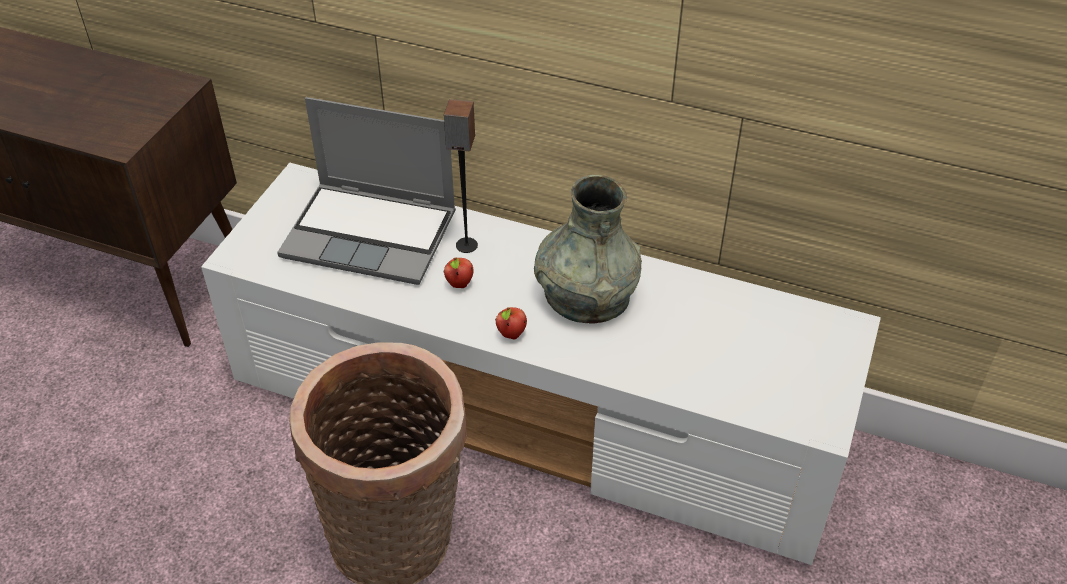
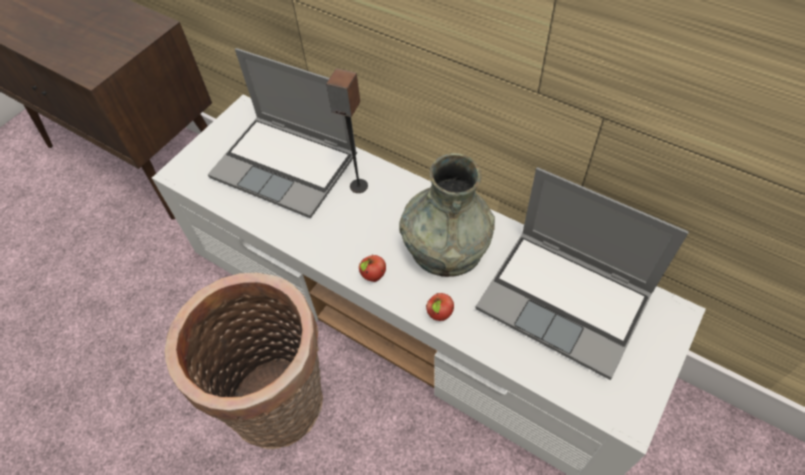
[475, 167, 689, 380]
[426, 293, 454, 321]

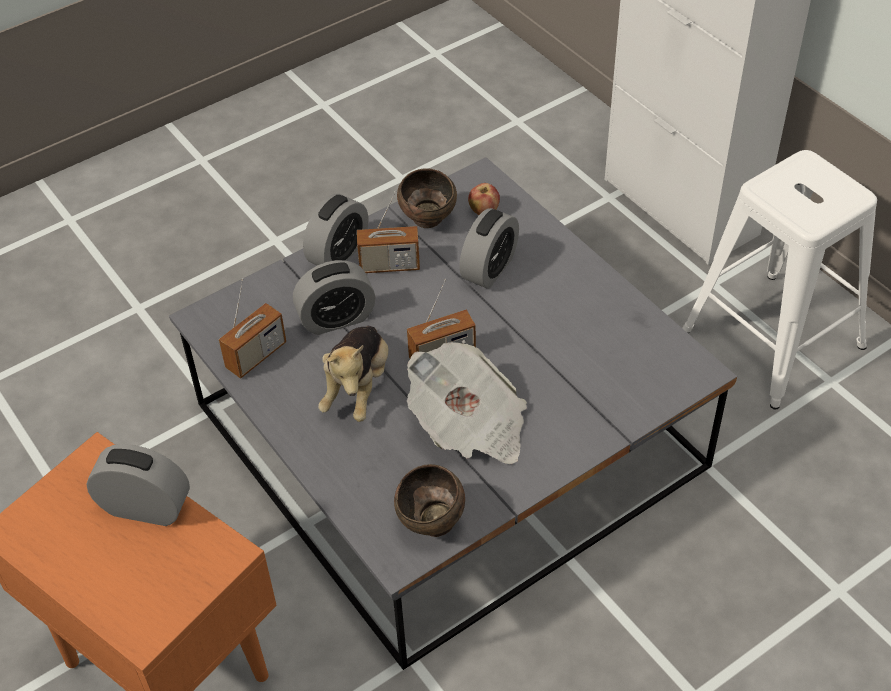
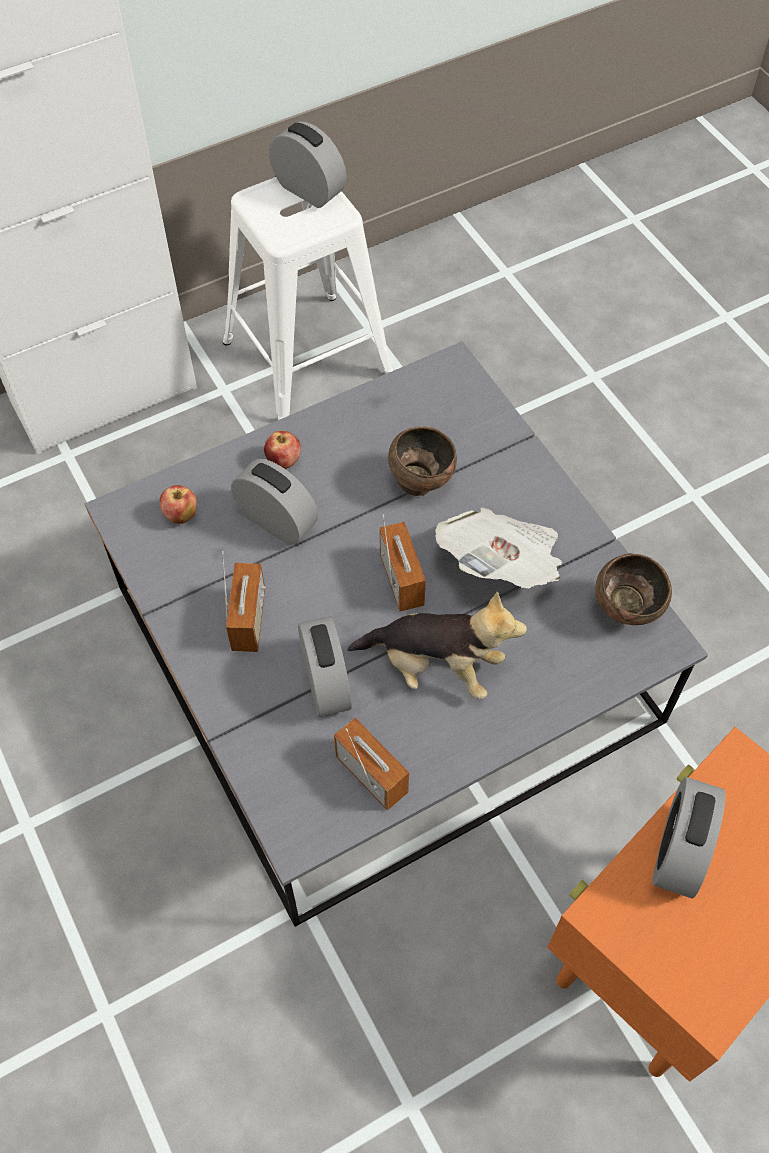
[264, 431, 301, 469]
[269, 121, 347, 208]
[388, 426, 457, 496]

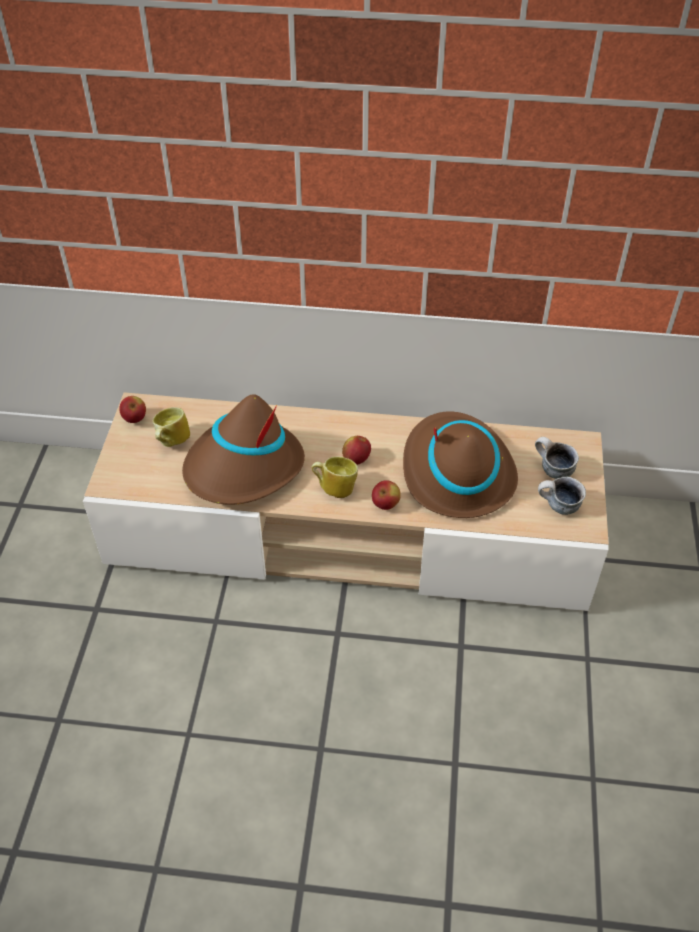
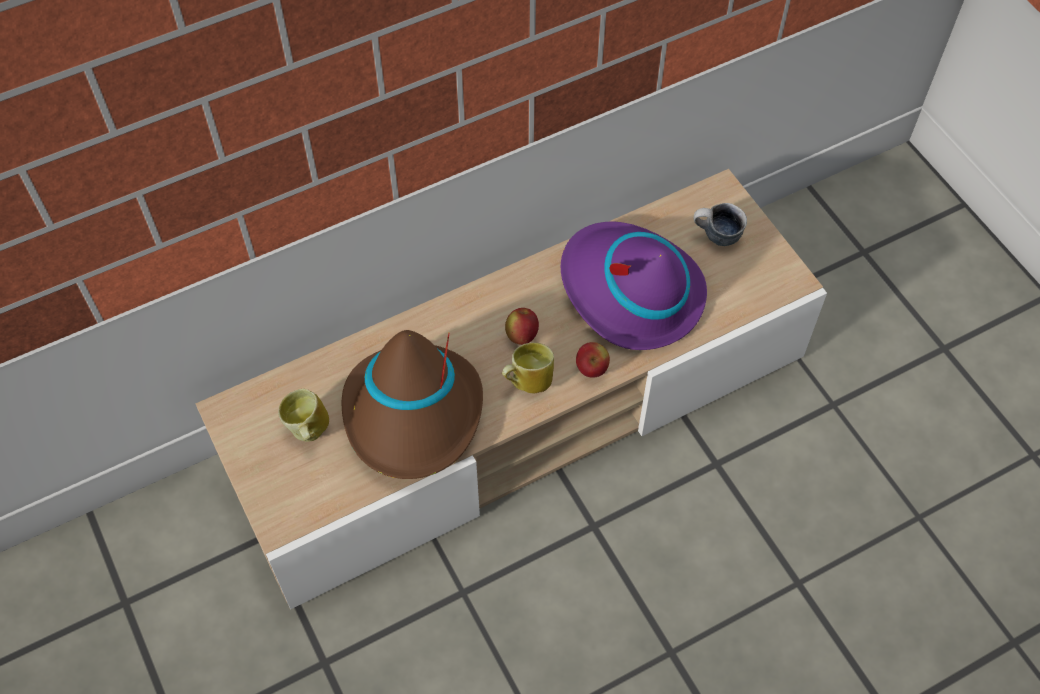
[119, 396, 146, 423] (first image)
[538, 477, 586, 515] (first image)
[561, 222, 707, 350]

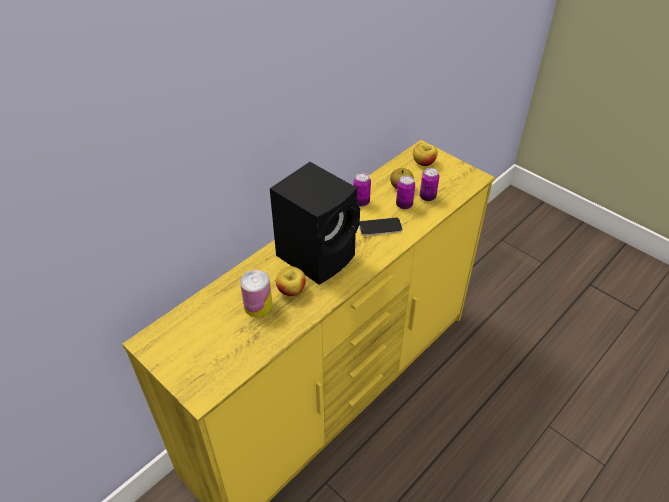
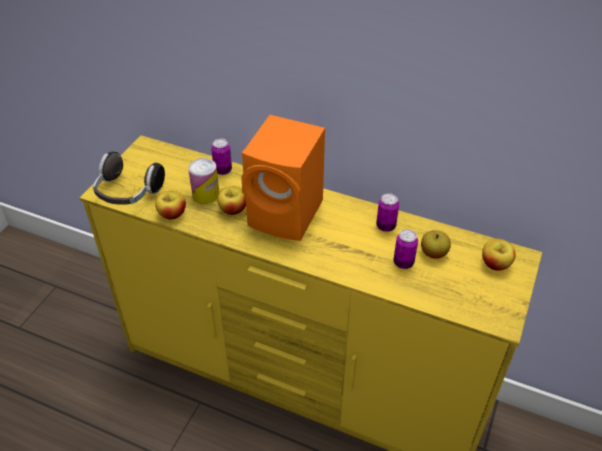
[359, 218, 403, 236] (first image)
[93, 152, 165, 205]
[155, 191, 186, 220]
[211, 138, 232, 175]
[241, 115, 325, 241]

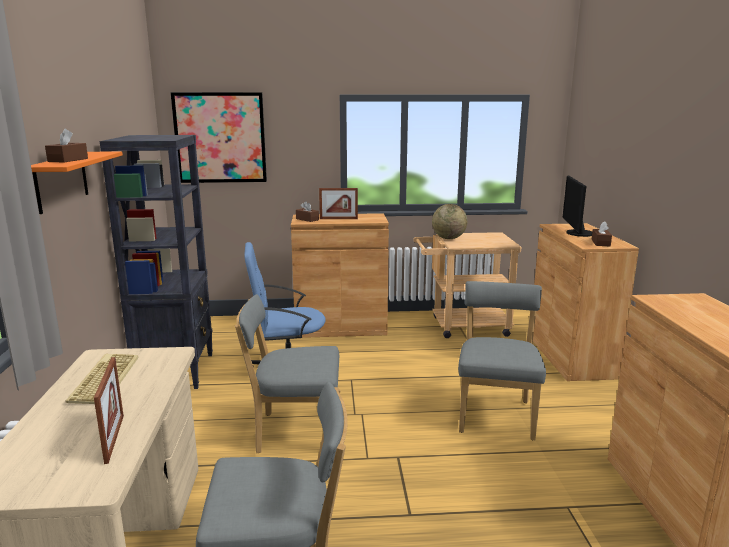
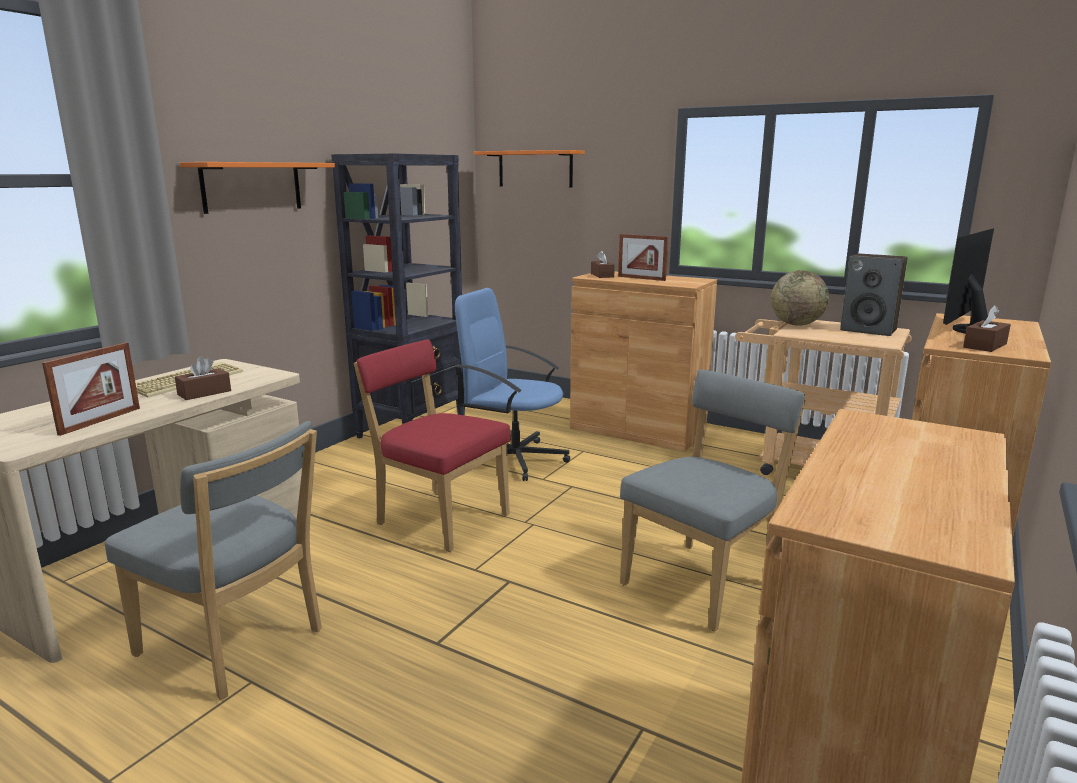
[840, 254, 908, 336]
[175, 356, 231, 400]
[473, 150, 585, 187]
[354, 340, 511, 552]

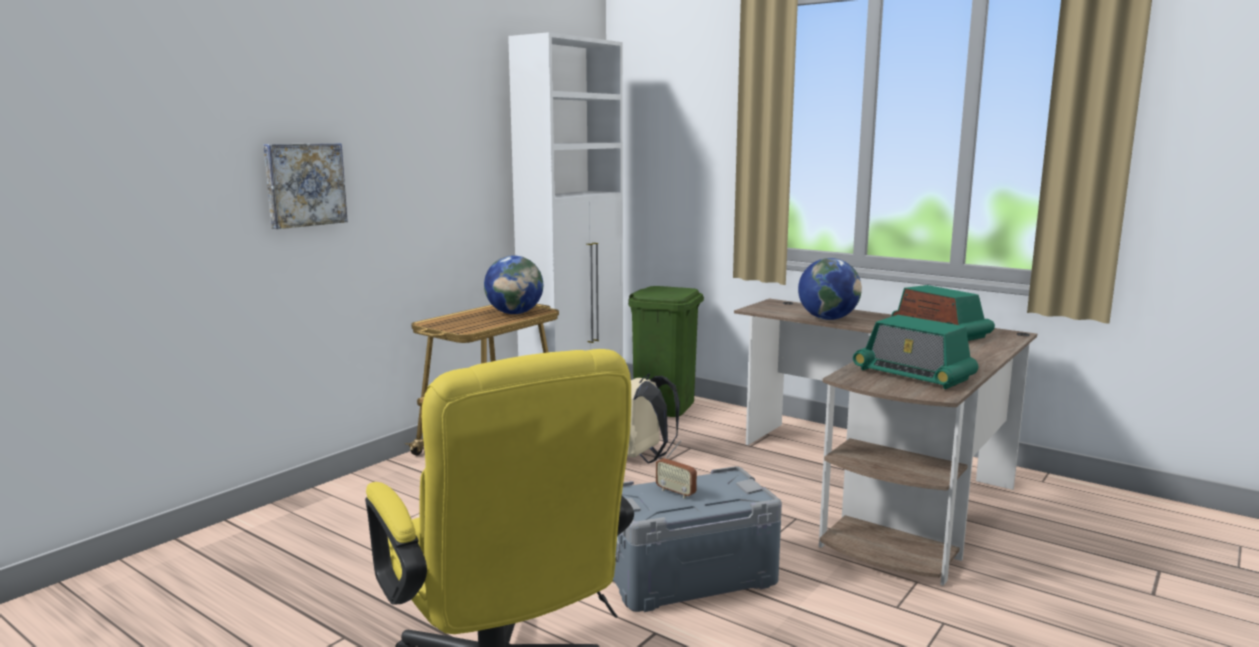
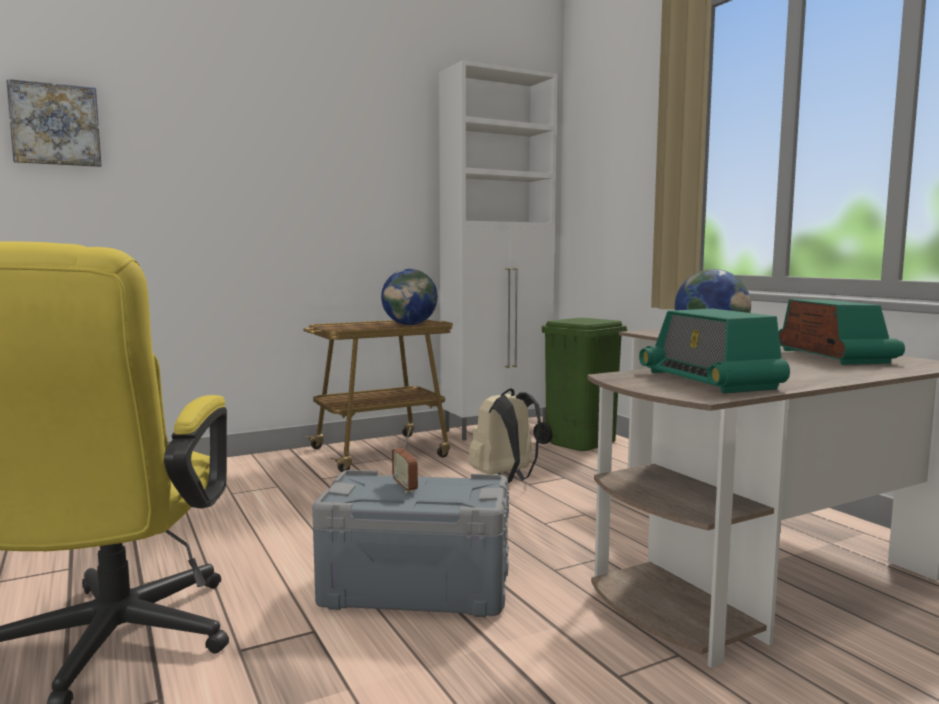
[6, 79, 102, 167]

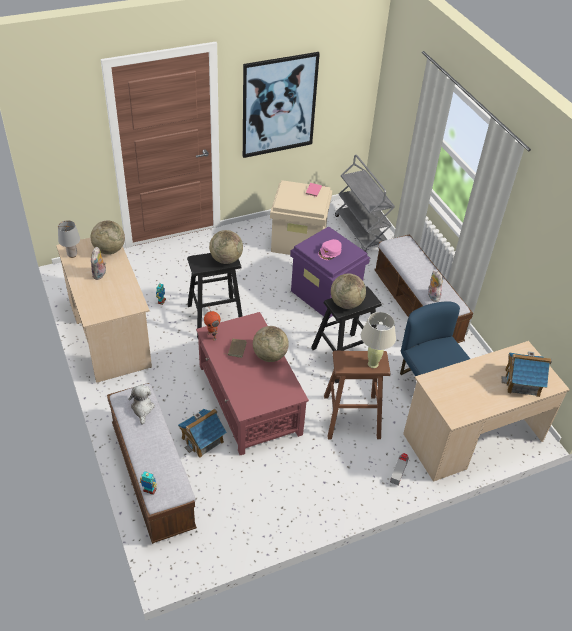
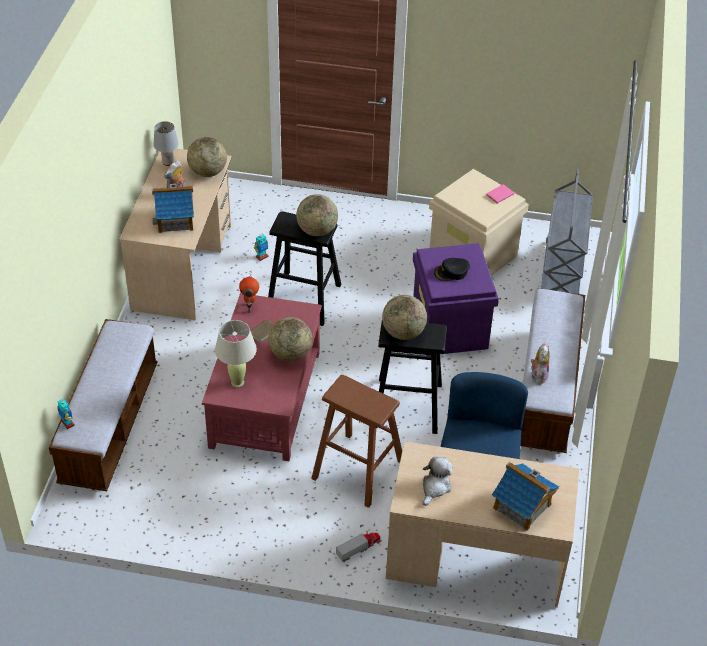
[243, 52, 320, 158] (first image)
[423, 456, 453, 506]
[152, 184, 194, 233]
[215, 320, 257, 387]
[434, 258, 470, 281]

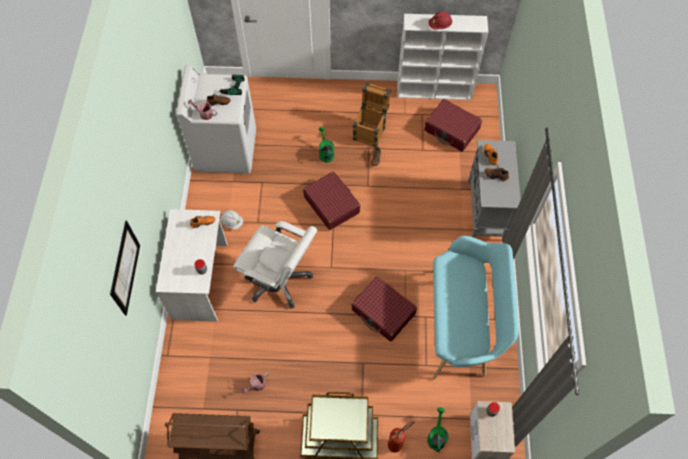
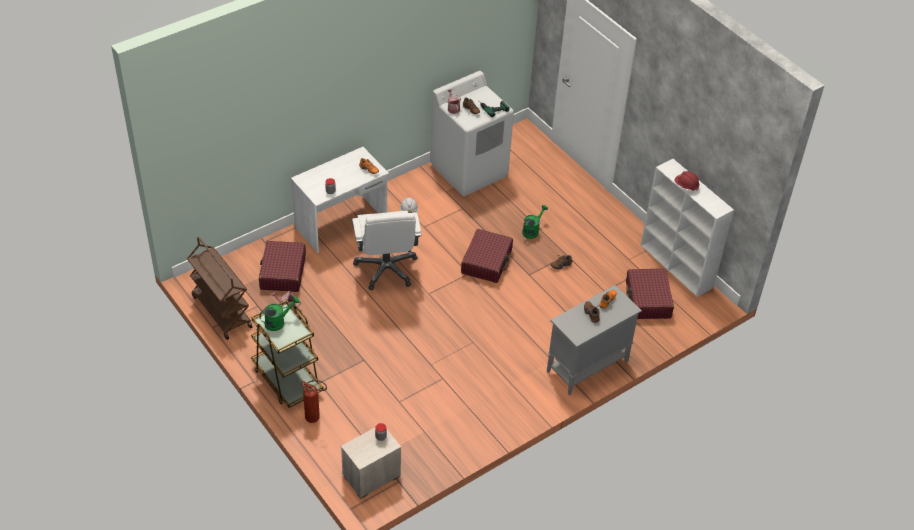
[110, 220, 140, 316] (first image)
[353, 82, 391, 147] (first image)
[431, 236, 519, 380] (first image)
[259, 241, 306, 292]
[259, 296, 300, 331]

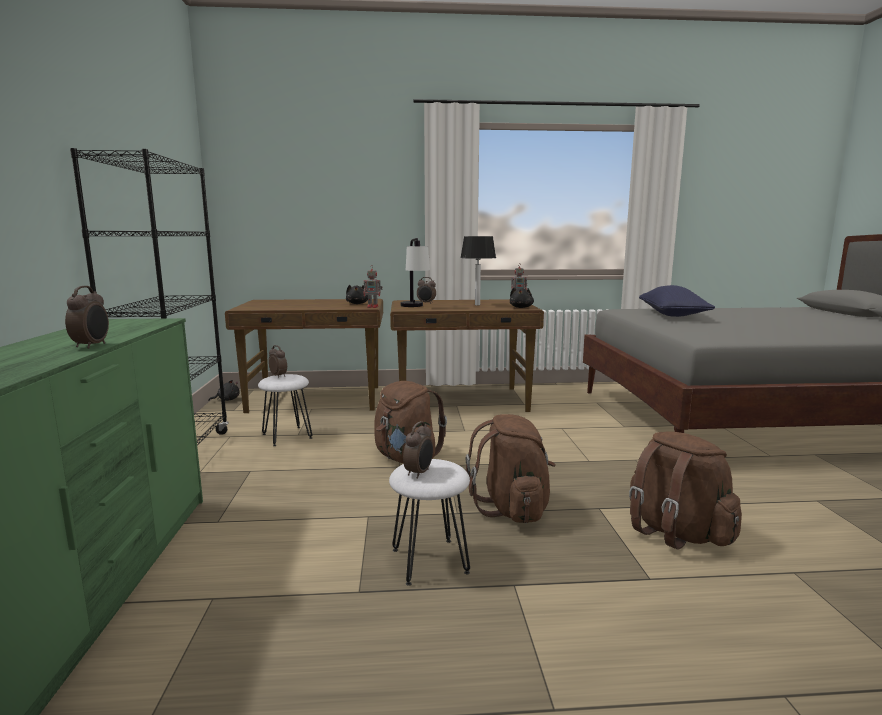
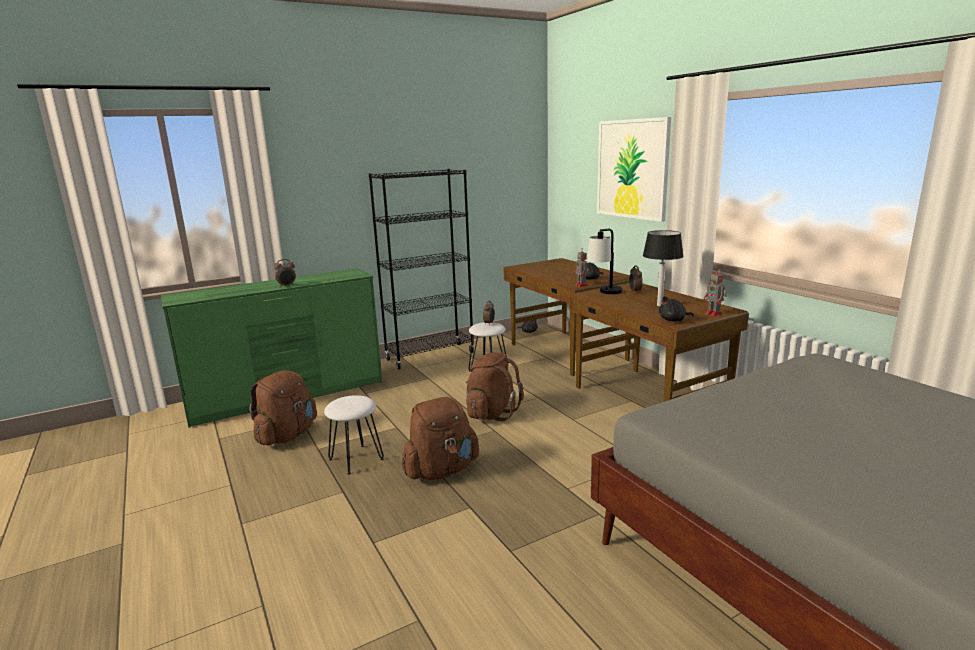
[403, 421, 433, 479] (first image)
[639, 285, 715, 317] (first image)
[597, 117, 671, 222]
[250, 370, 317, 446]

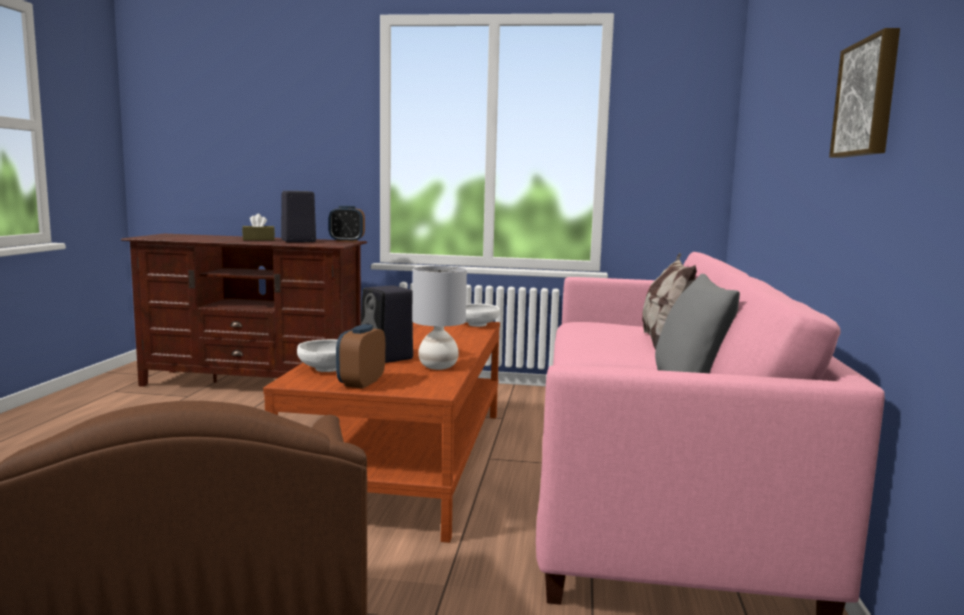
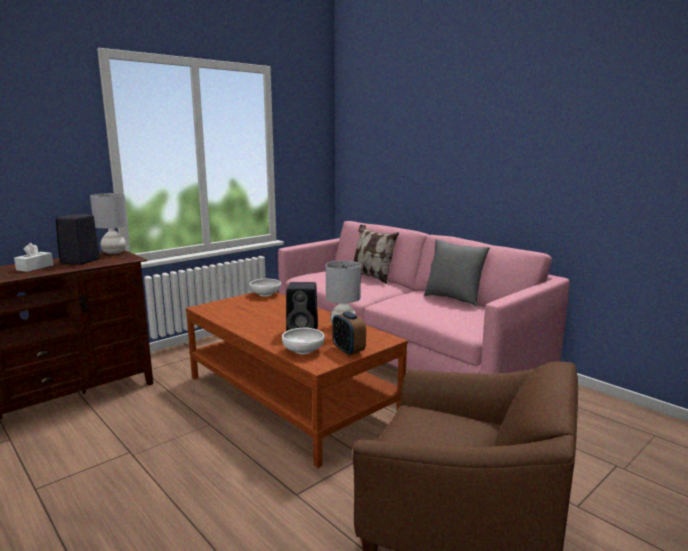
[829, 28, 900, 158] (first image)
[90, 193, 128, 254]
[14, 243, 54, 272]

